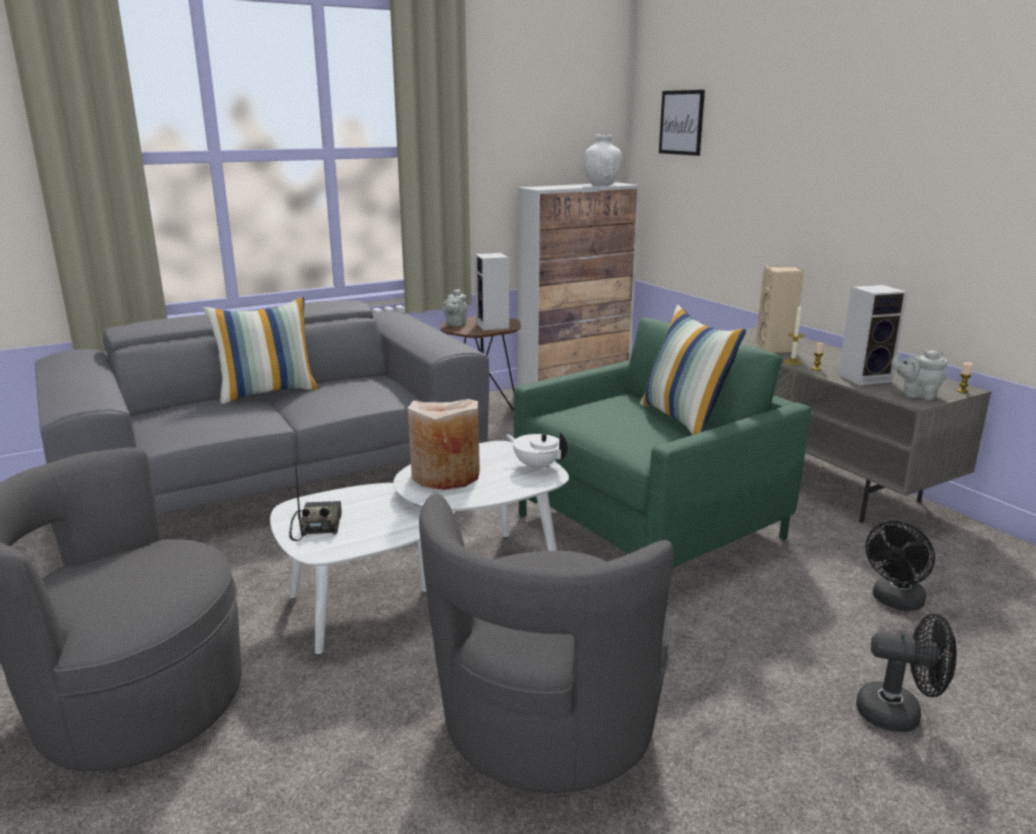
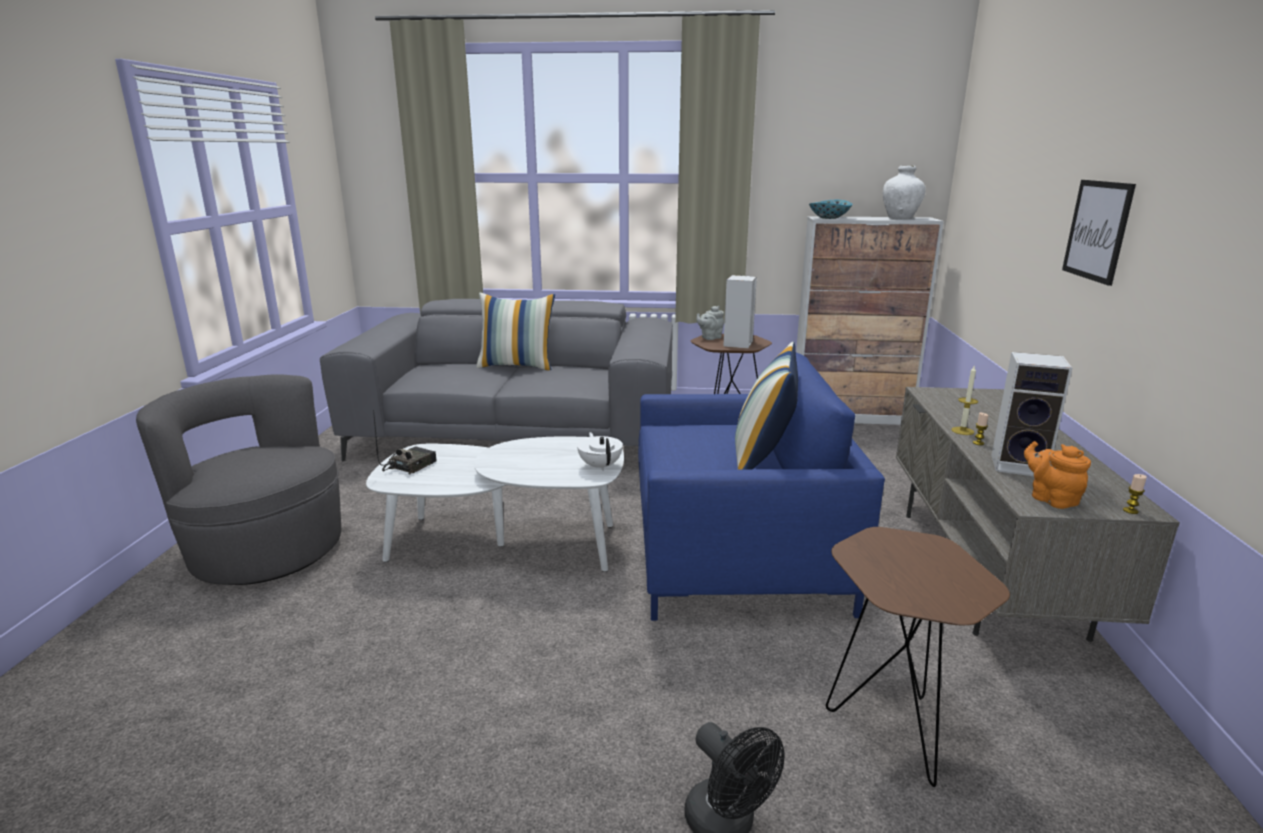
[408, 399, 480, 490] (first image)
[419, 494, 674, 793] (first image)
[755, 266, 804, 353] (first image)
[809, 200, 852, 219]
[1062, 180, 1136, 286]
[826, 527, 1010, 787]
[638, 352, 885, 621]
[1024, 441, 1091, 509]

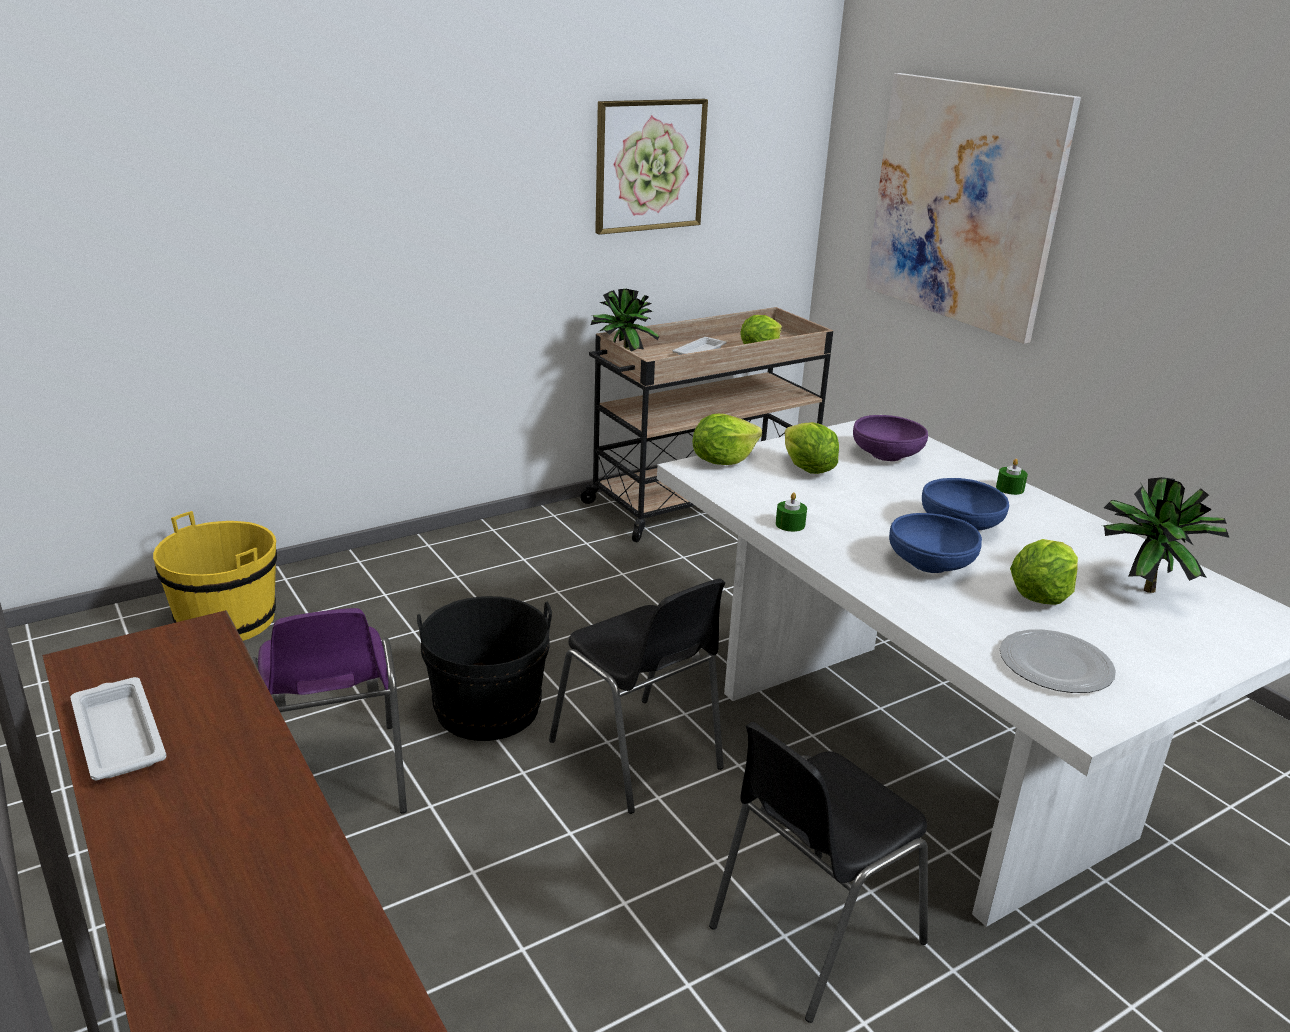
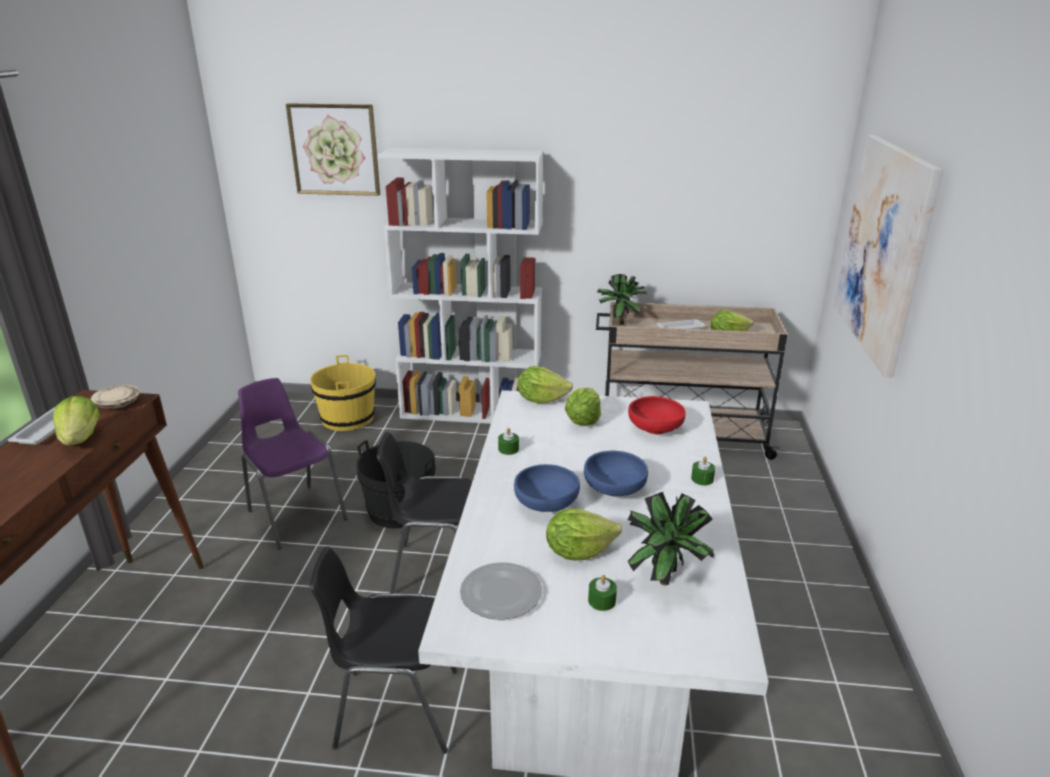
[53, 396, 100, 446]
[91, 385, 140, 408]
[378, 148, 543, 424]
[588, 575, 617, 611]
[286, 103, 380, 196]
[628, 396, 686, 434]
[238, 378, 348, 549]
[377, 432, 472, 593]

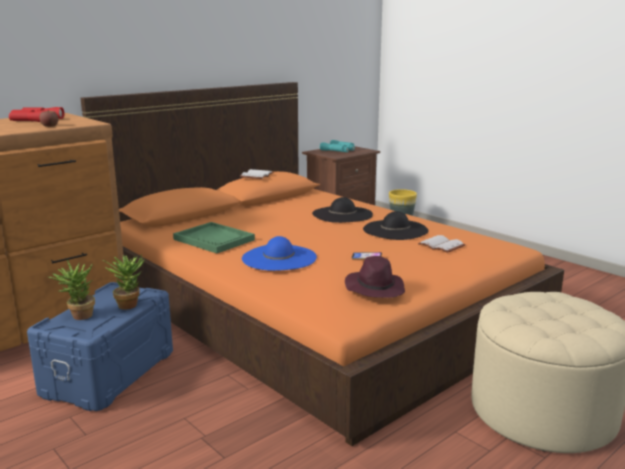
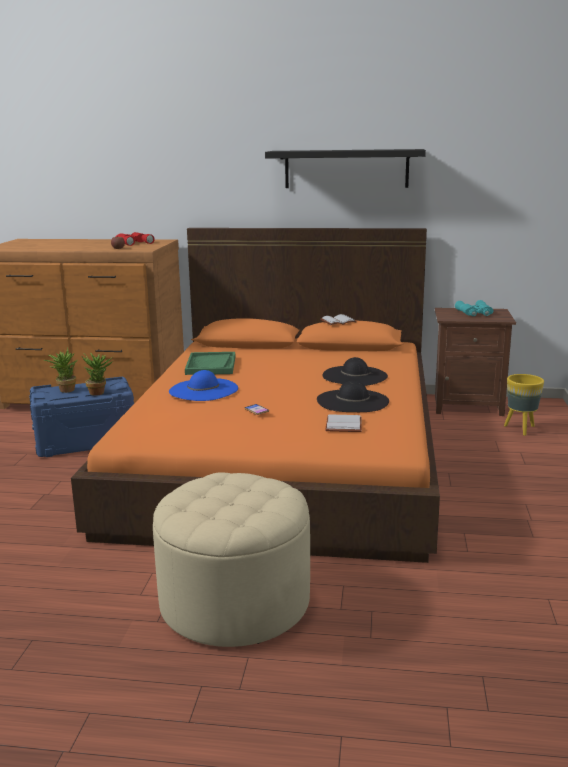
[345, 256, 405, 298] (first image)
[265, 149, 426, 188]

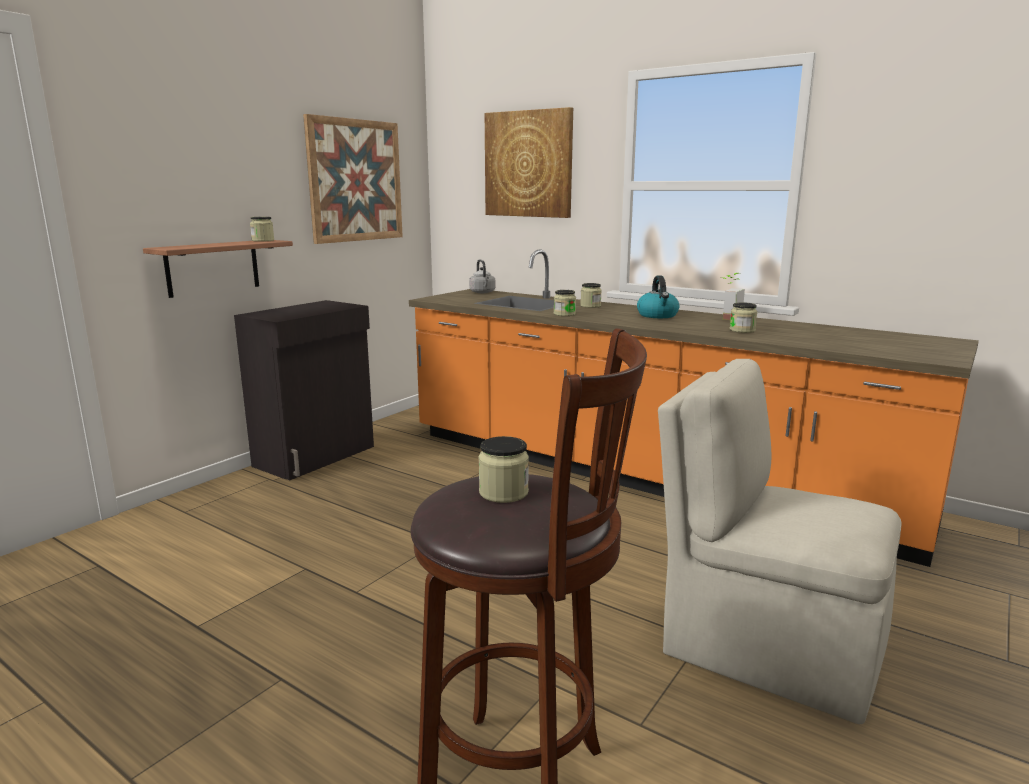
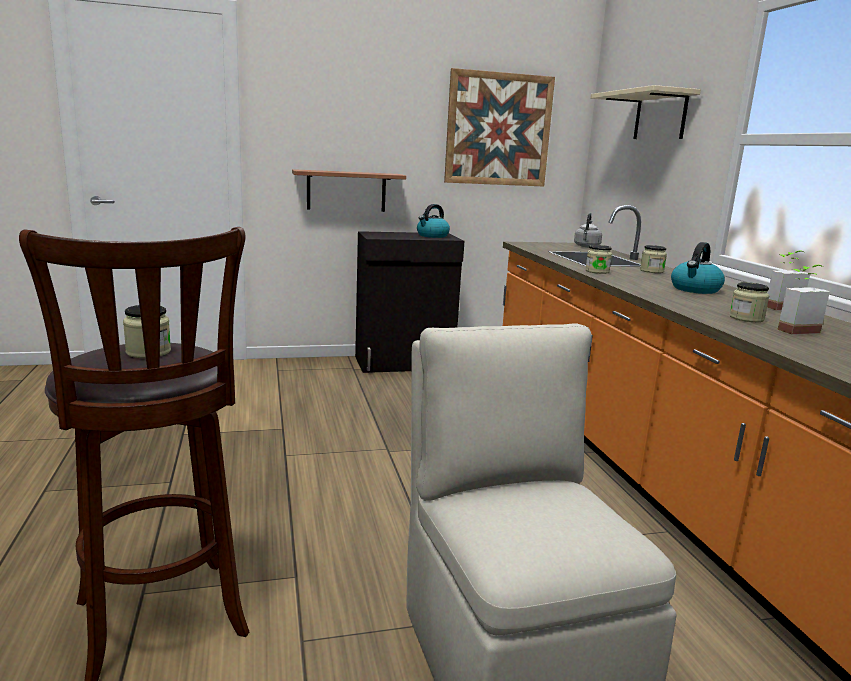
[250, 217, 274, 242] (first image)
[417, 204, 450, 238]
[777, 265, 830, 335]
[591, 85, 701, 139]

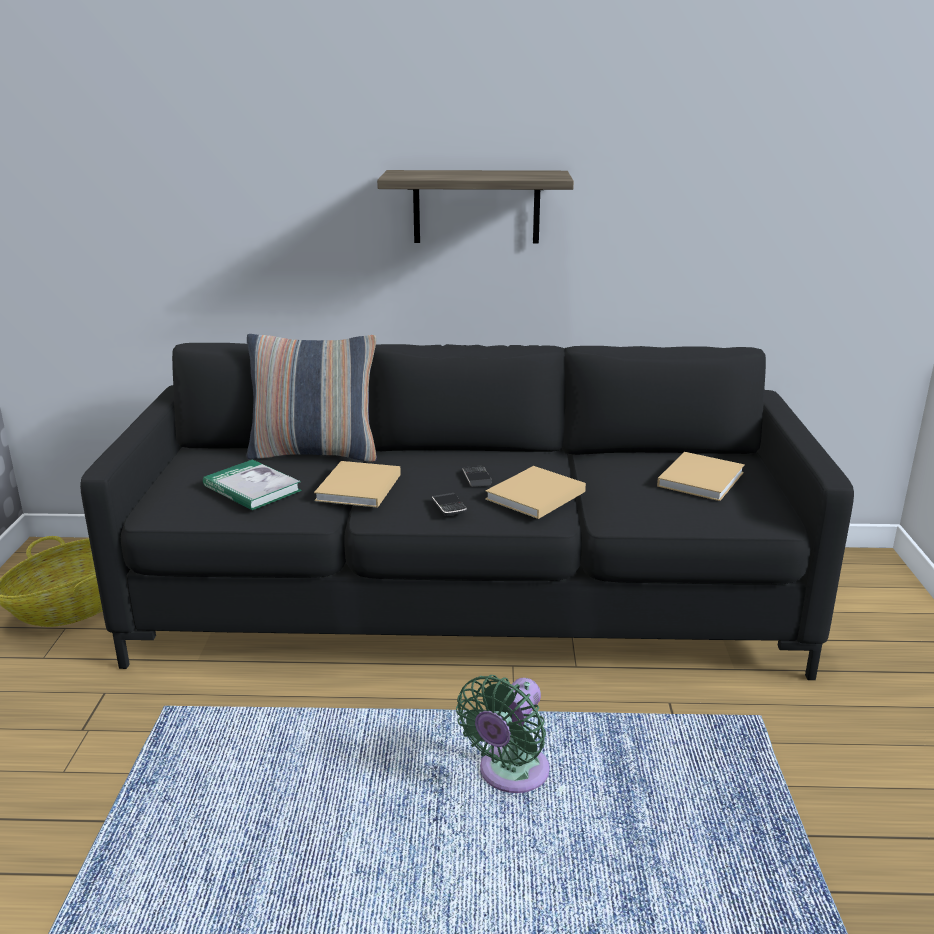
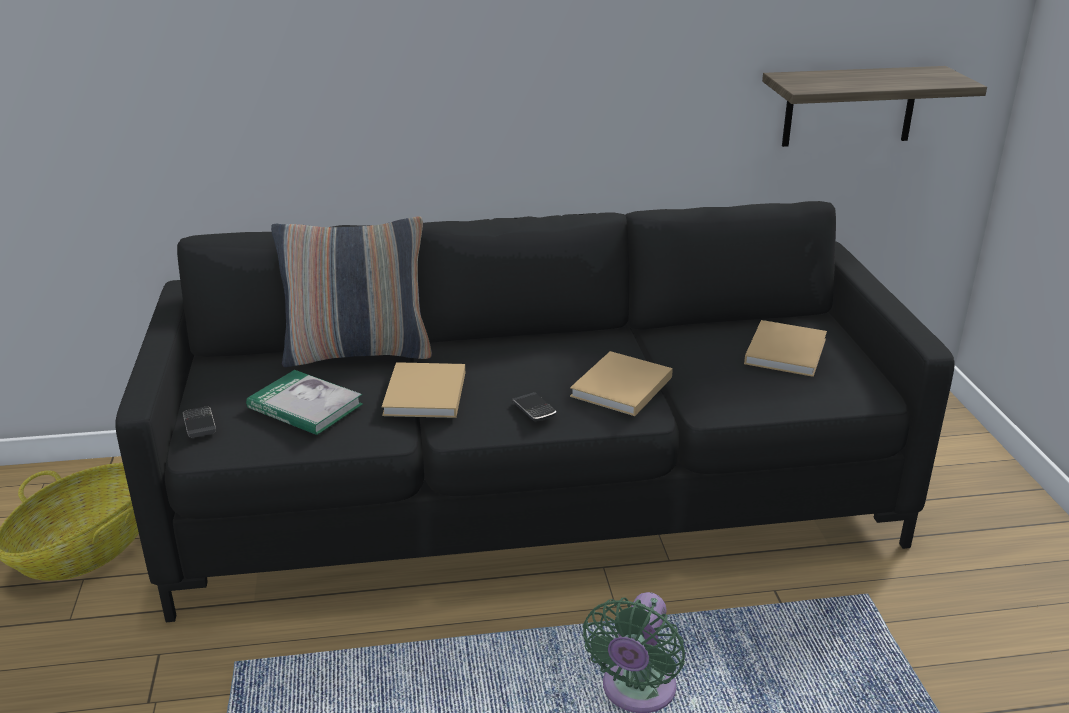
[762, 66, 987, 147]
[183, 407, 216, 438]

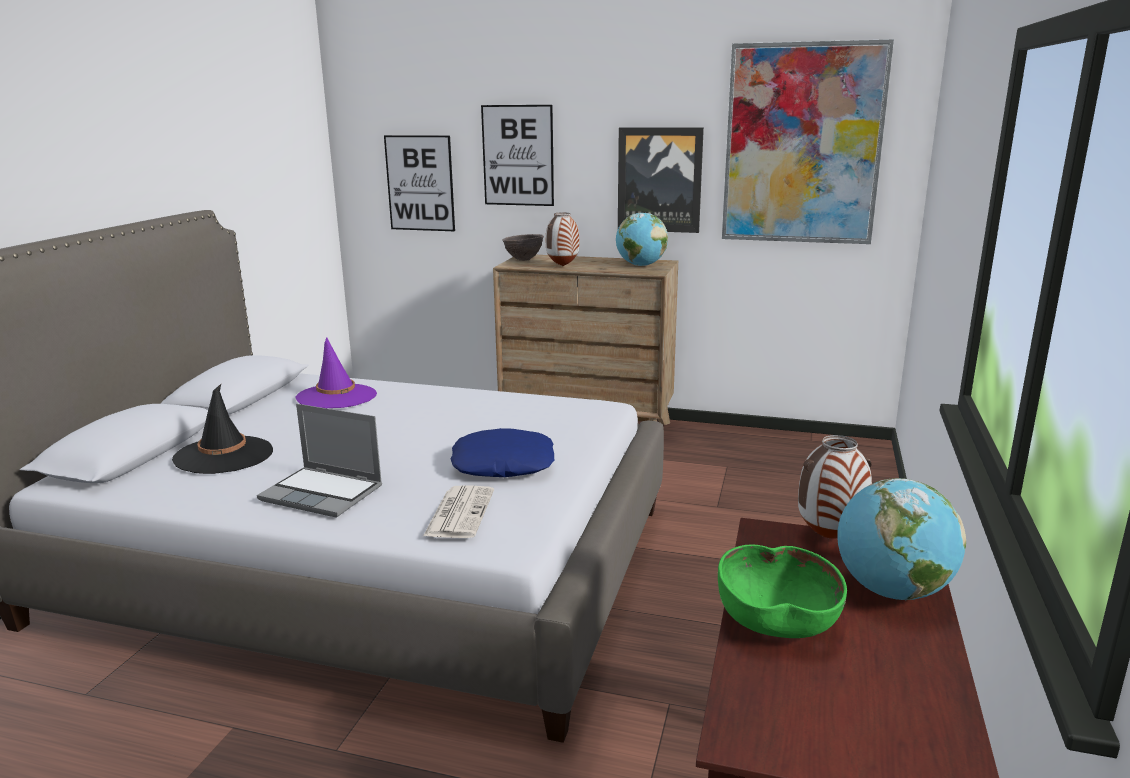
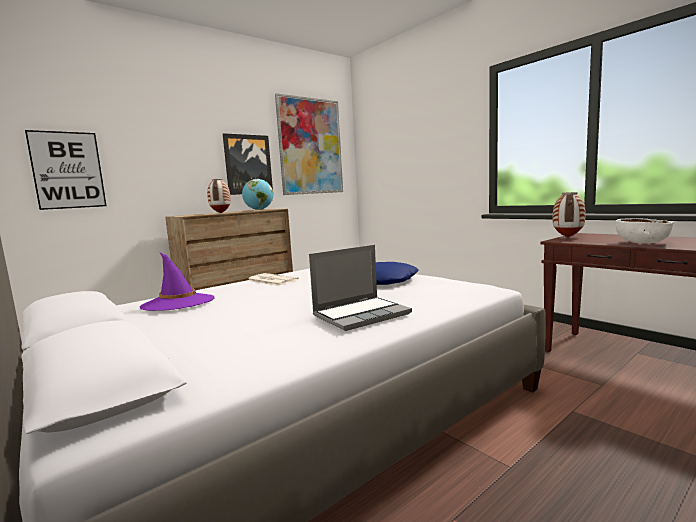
[172, 384, 273, 474] (first image)
[481, 105, 554, 206] (first image)
[502, 234, 544, 261] (first image)
[837, 478, 966, 600] (first image)
[247, 273, 299, 286]
[616, 218, 673, 243]

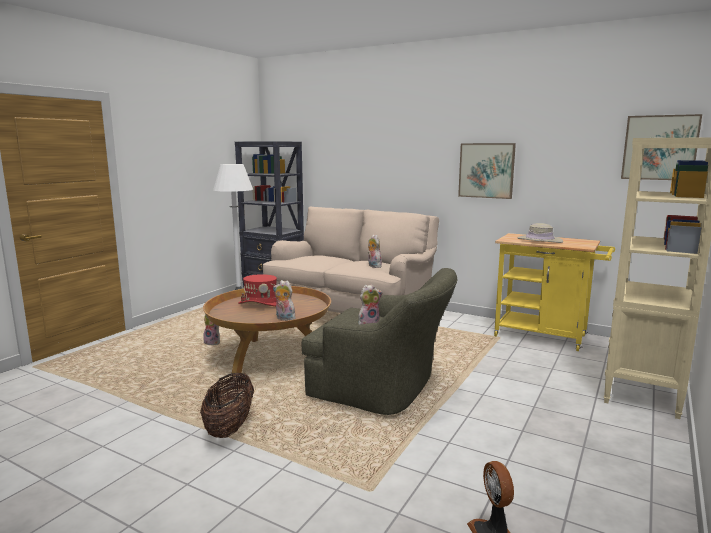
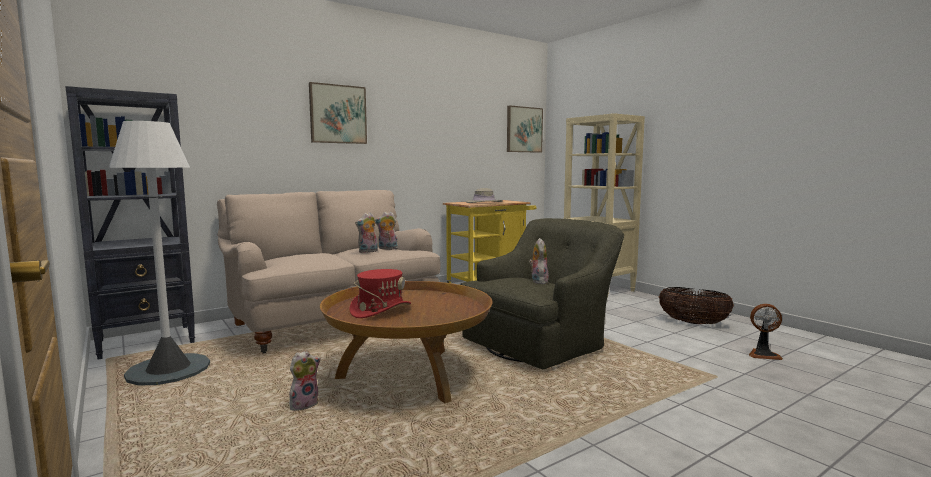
[659, 287, 734, 324]
[355, 212, 378, 253]
[309, 82, 367, 144]

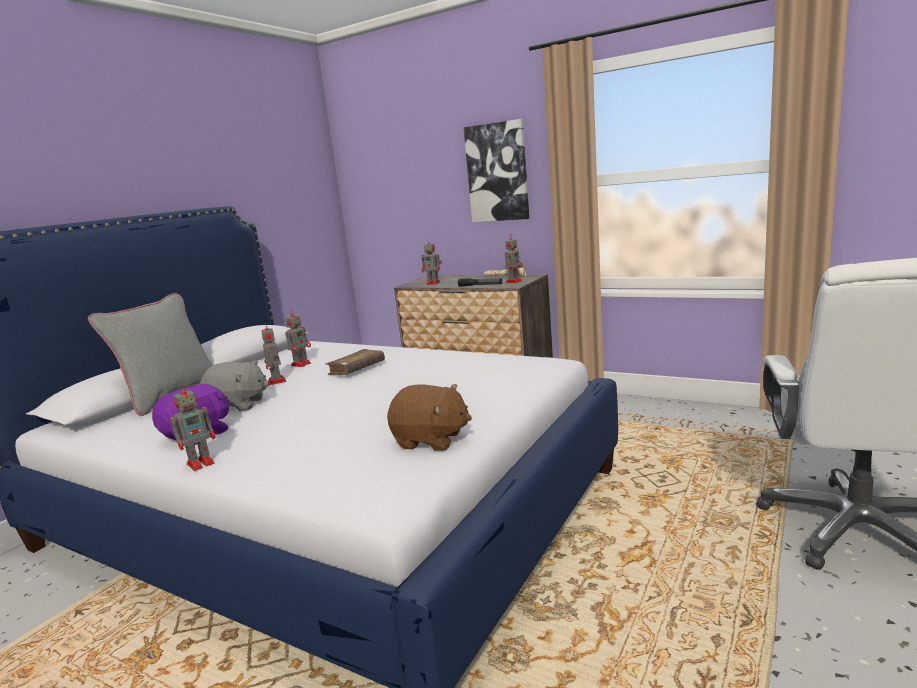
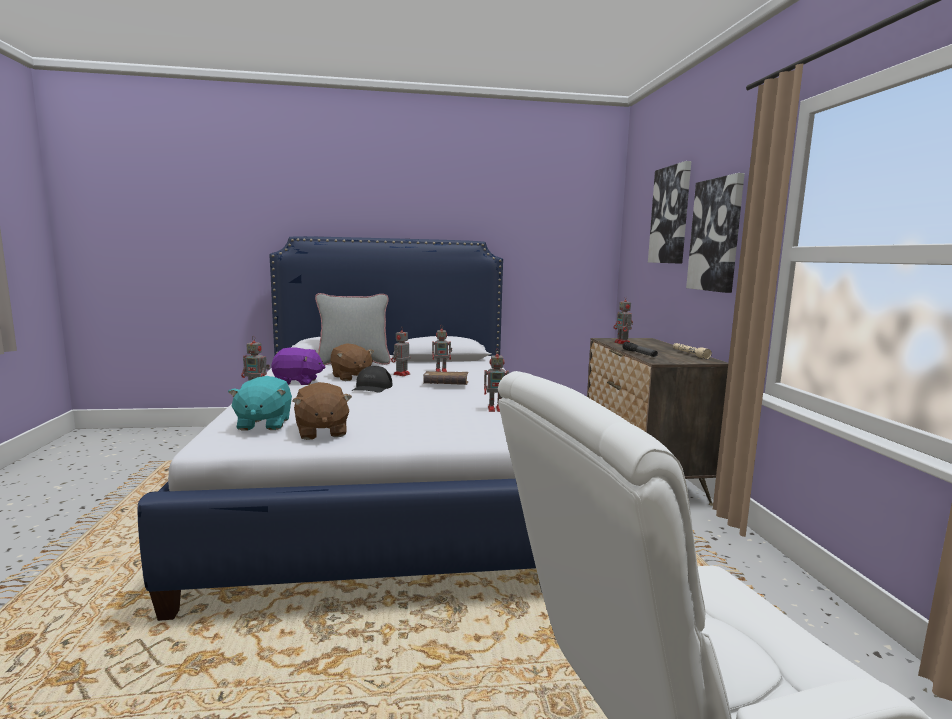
[228, 376, 292, 431]
[351, 366, 392, 393]
[648, 161, 691, 264]
[484, 348, 509, 412]
[330, 344, 374, 381]

